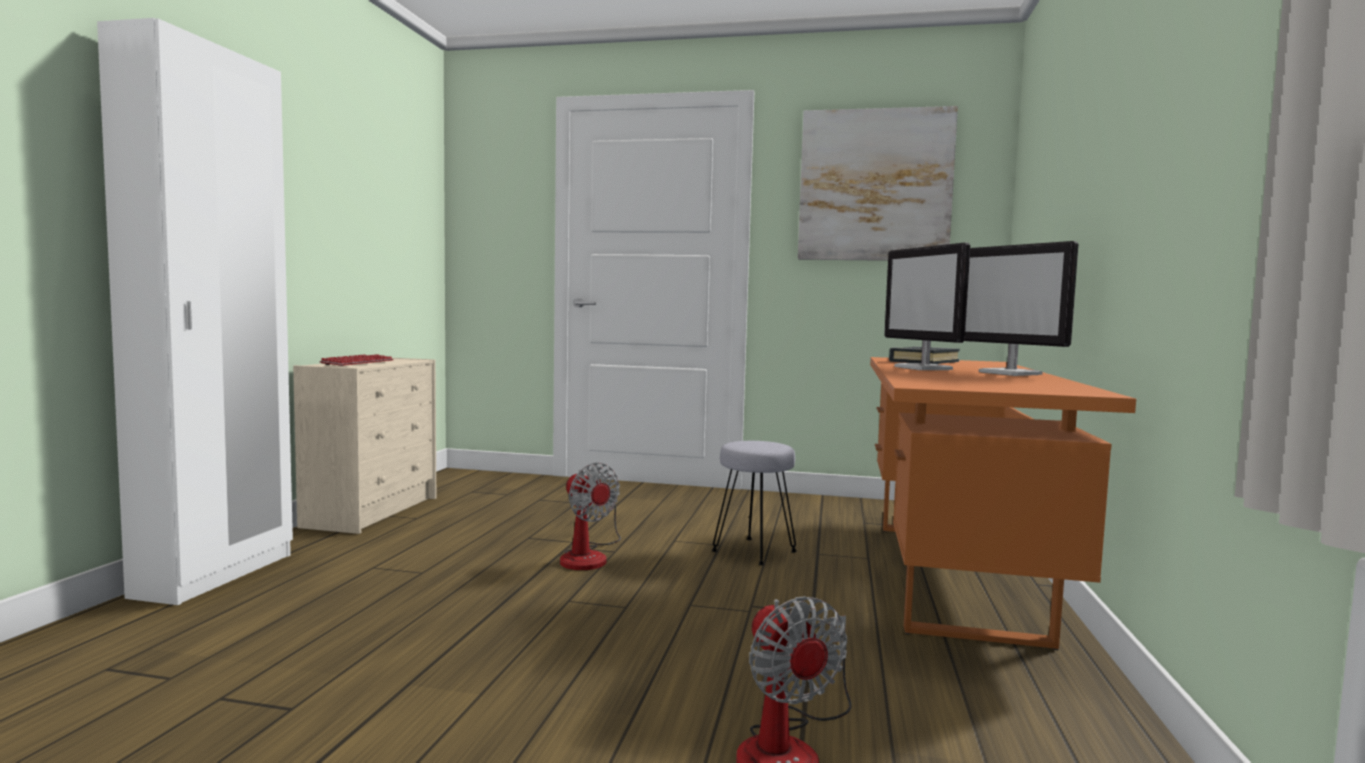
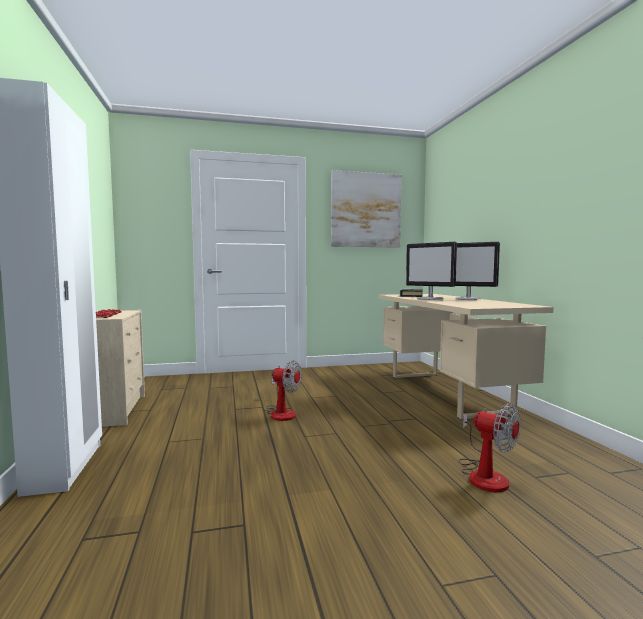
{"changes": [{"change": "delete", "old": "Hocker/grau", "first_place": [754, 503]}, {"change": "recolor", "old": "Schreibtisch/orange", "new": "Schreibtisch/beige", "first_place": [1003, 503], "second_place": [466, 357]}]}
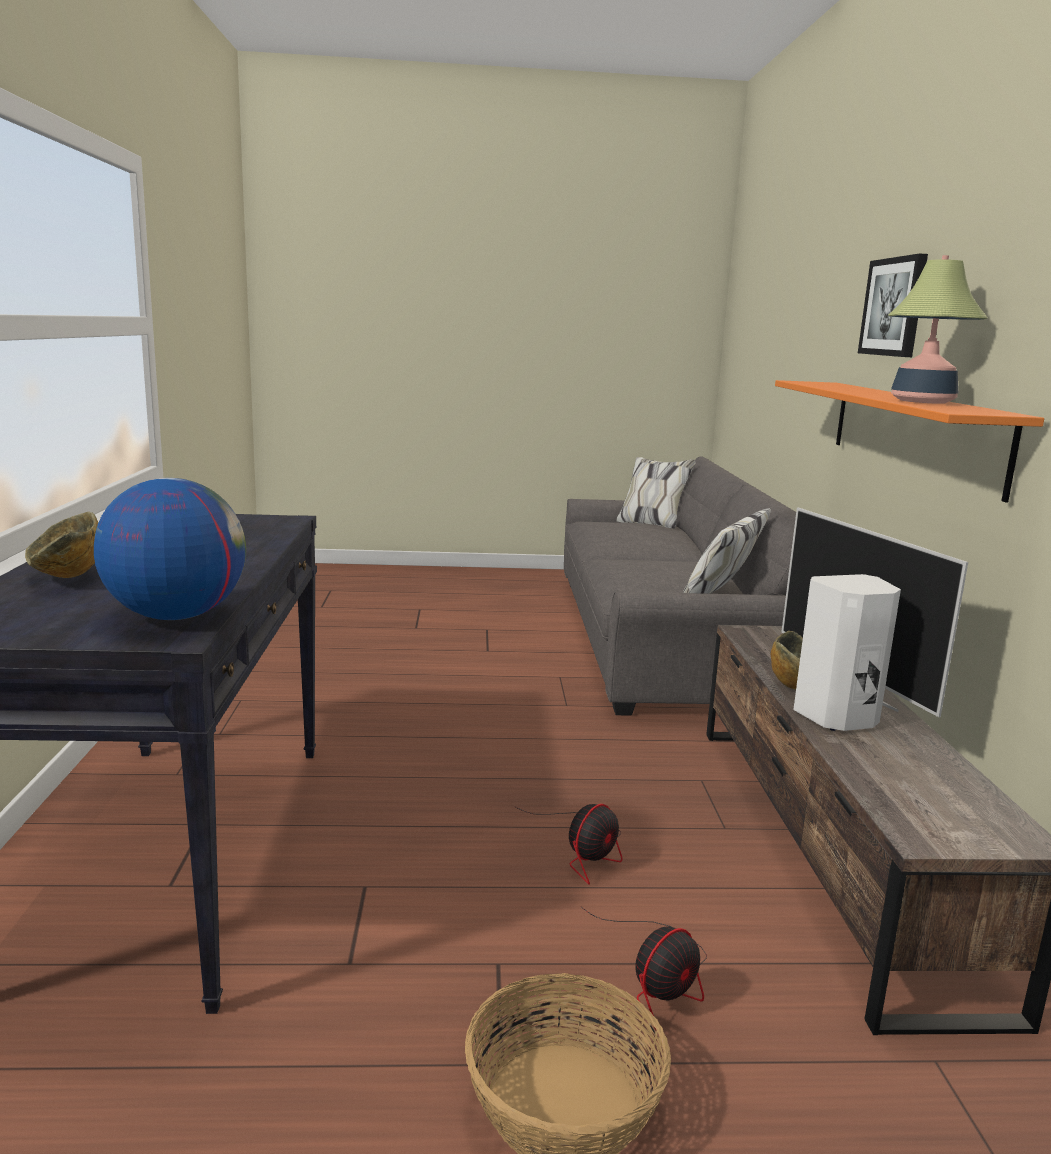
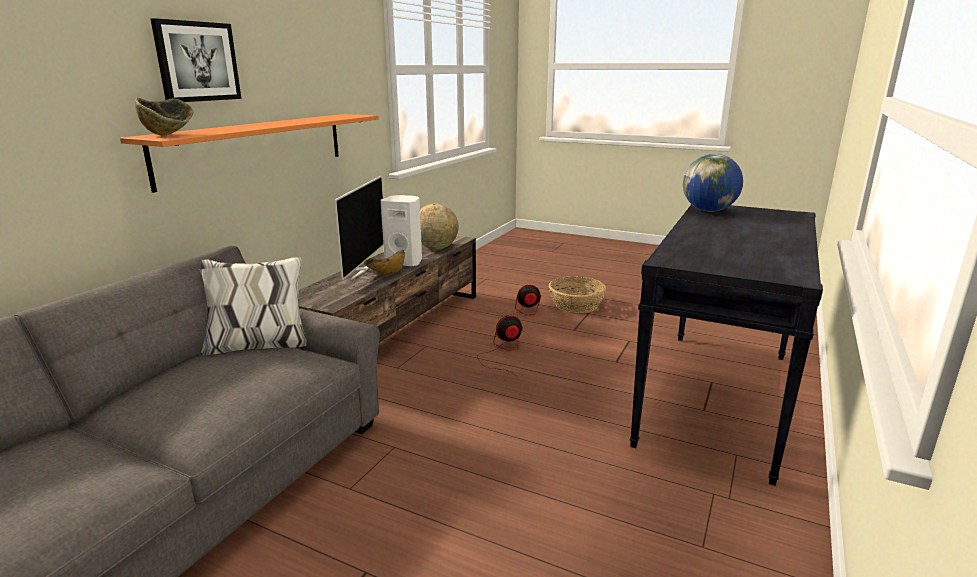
{"changes": [{"change": "move", "old": "Schüssel", "first_place": [61, 545], "second_place": [164, 117]}, {"change": "delete", "old": "Tischlampe", "first_place": [938, 329]}, {"change": "insert", "new": "Globus", "second_place": [439, 226]}]}
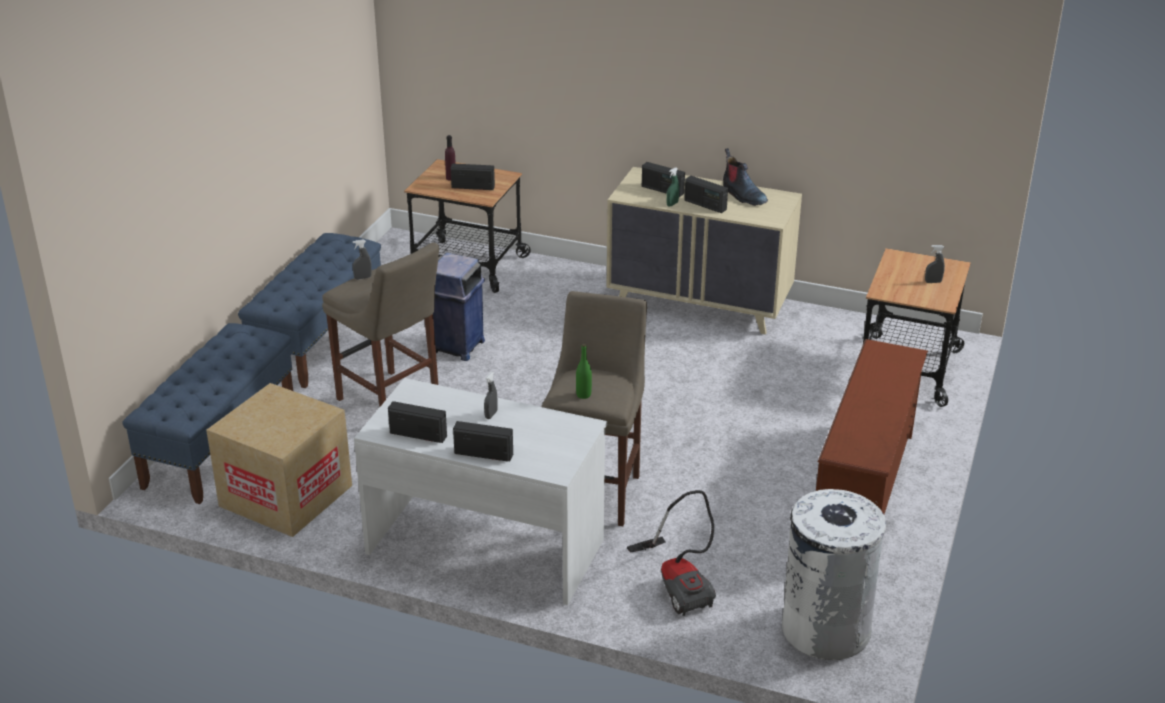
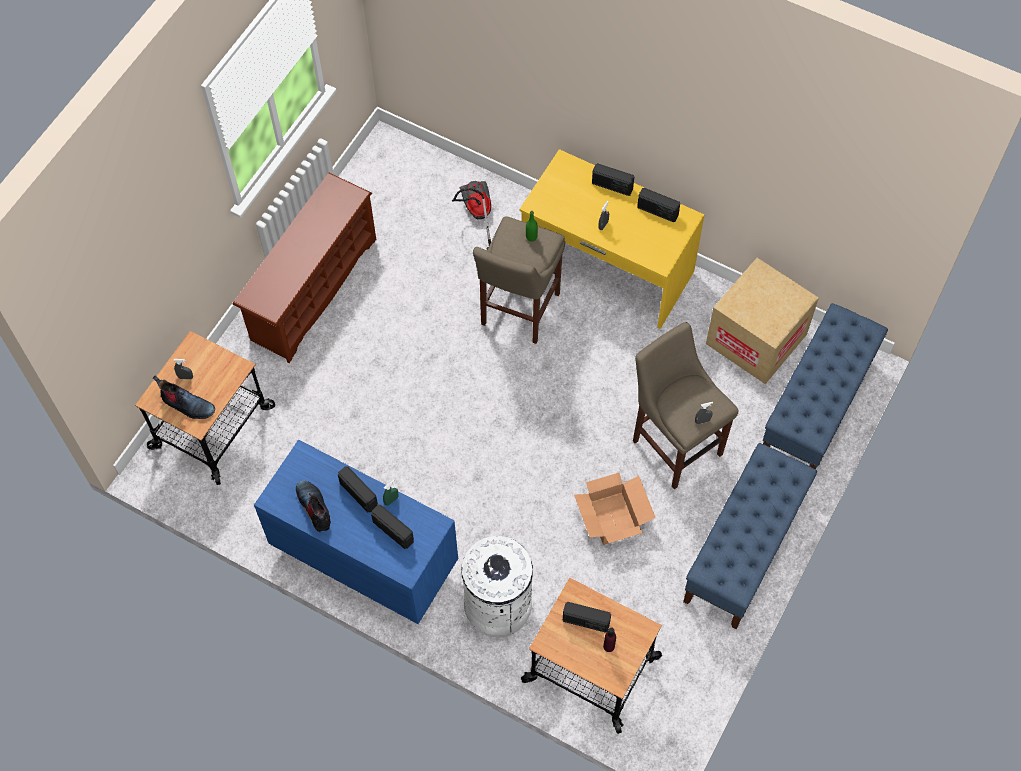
{"changes": [{"change": "recolor", "old": "Schreibtisch/weiß", "new": "Schreibtisch/gelb", "first_place": [480, 491], "second_place": [611, 239]}, {"change": "replace", "old": "Mülleimer/blau", "new": "Karton", "first_place": [459, 307], "second_place": [615, 508]}, {"change": "recolor", "old": "Kommode/beige", "new": "Kommode/blau", "first_place": [704, 251], "second_place": [356, 531]}, {"change": "move", "old": "Mülleimer/weiß", "first_place": [834, 574], "second_place": [497, 586]}, {"change": "insert", "new": "Stiefel", "second_place": [184, 397]}]}
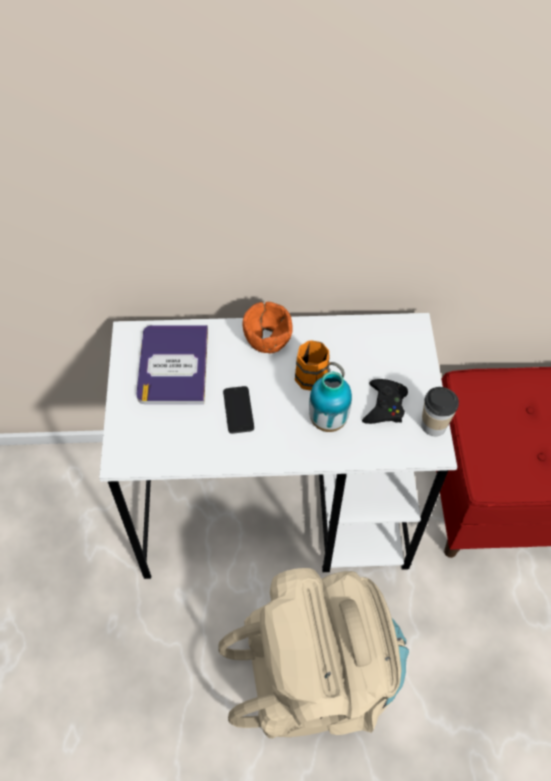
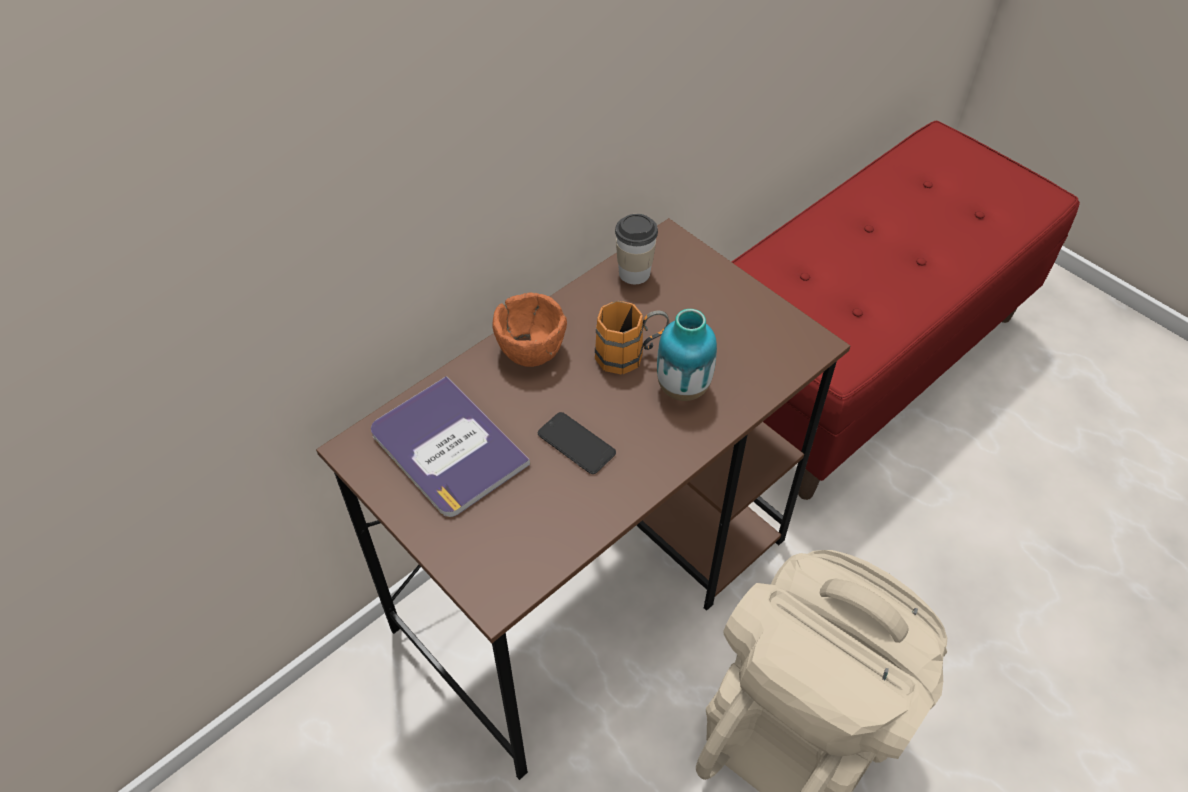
{"changes": [{"change": "recolor", "old": "Schreibtisch/weiß", "new": "Schreibtisch/braun", "first_place": [278, 446], "second_place": [583, 499]}, {"change": "delete", "old": "Gamepad/schwarz", "first_place": [385, 401]}, {"change": "move", "old": "Tasse", "first_place": [440, 411], "second_place": [636, 249]}]}
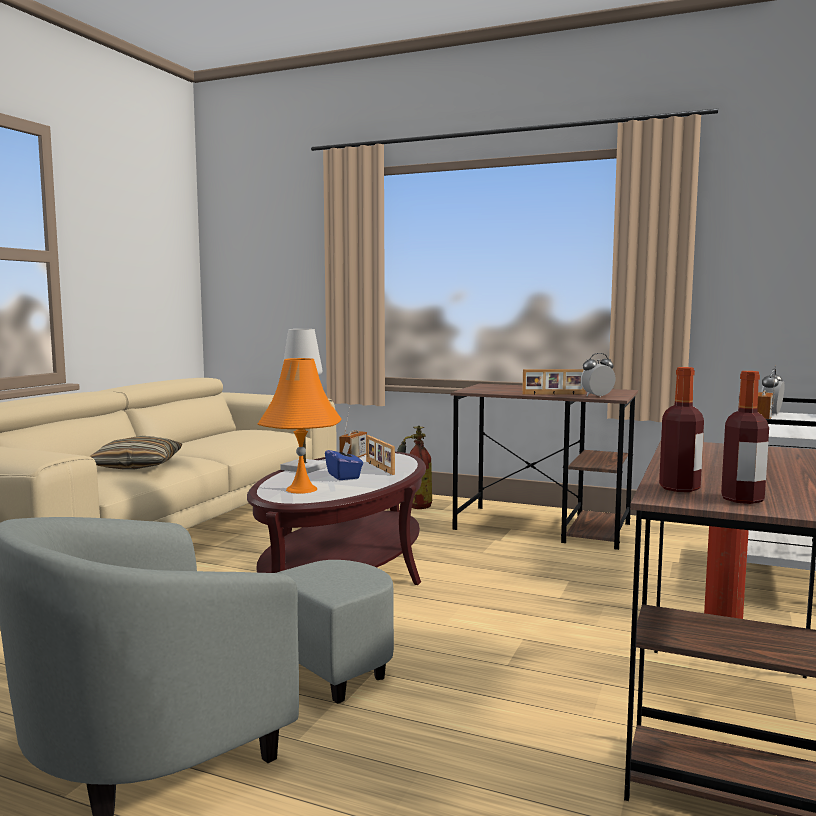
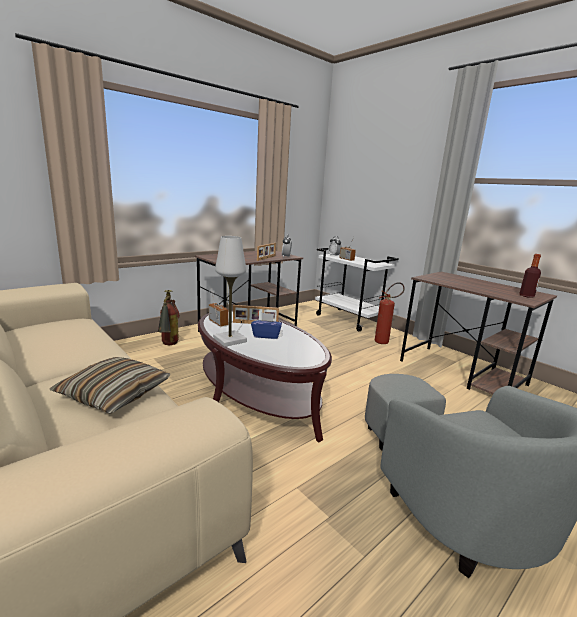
{"changes": [{"change": "delete", "old": "Tischlampe/orange", "first_place": [299, 426]}, {"change": "delete", "old": "Flasche", "first_place": [681, 429]}]}
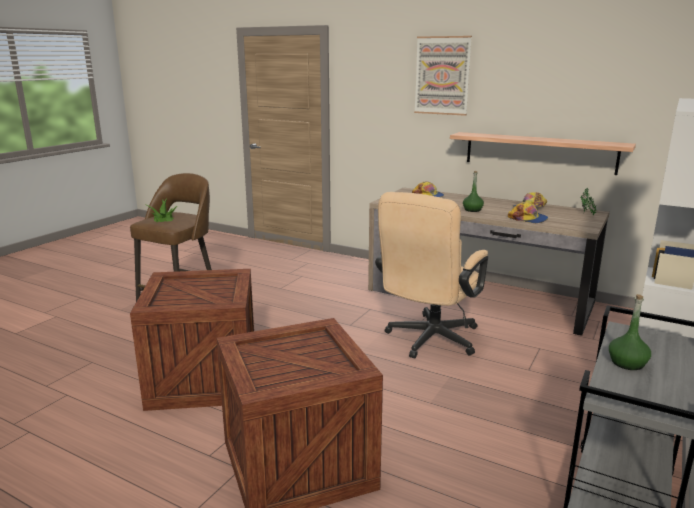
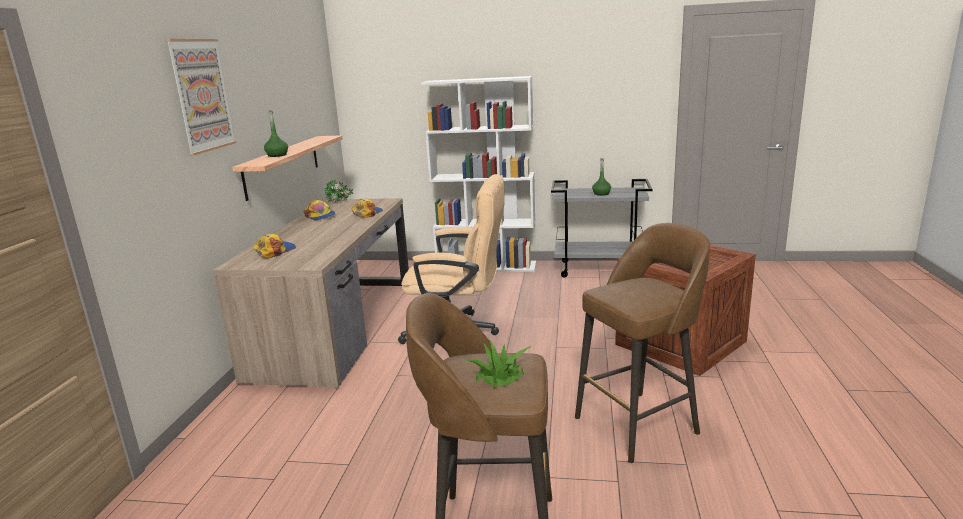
{"changes": [{"change": "replace", "old": "Kiste", "new": "Hocker/braun", "first_place": [192, 340], "second_place": [642, 343]}, {"change": "move", "old": "Flasche/grün", "first_place": [473, 191], "second_place": [276, 133]}]}
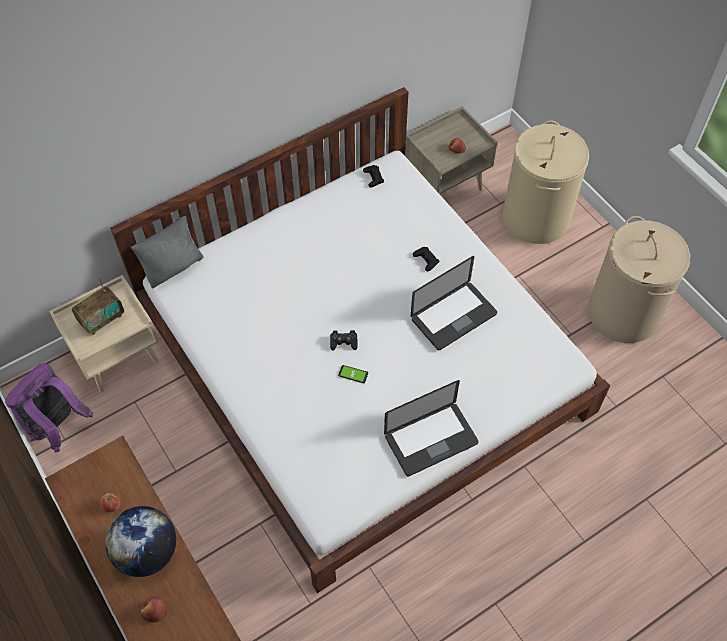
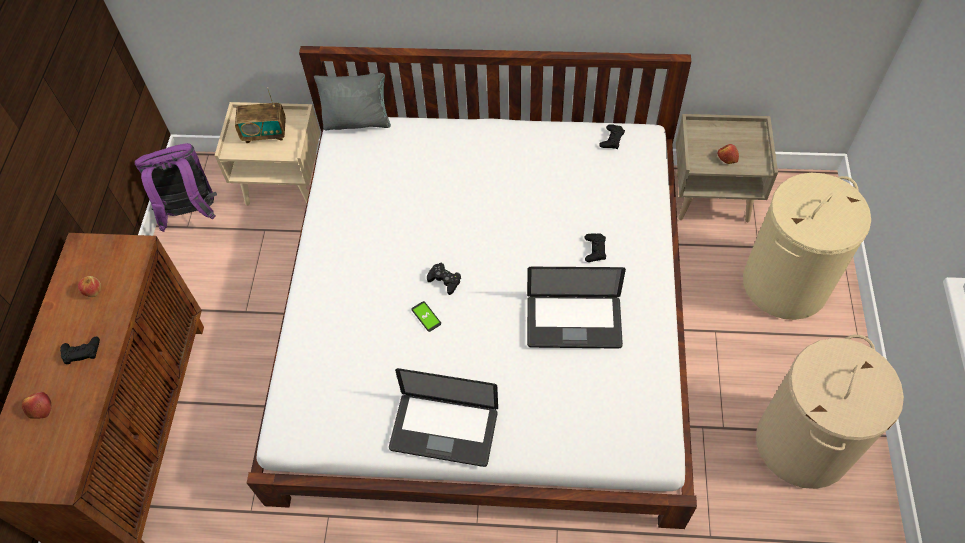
{"changes": [{"change": "replace", "old": "Globus", "new": "Gamepad/schwarz", "first_place": [140, 541], "second_place": [80, 350]}]}
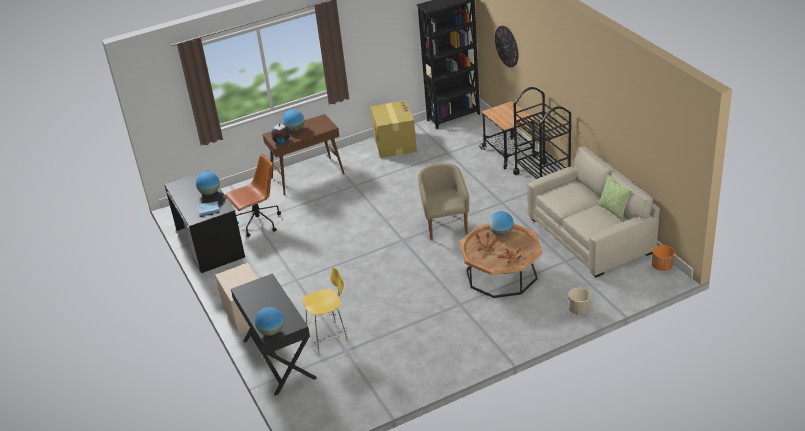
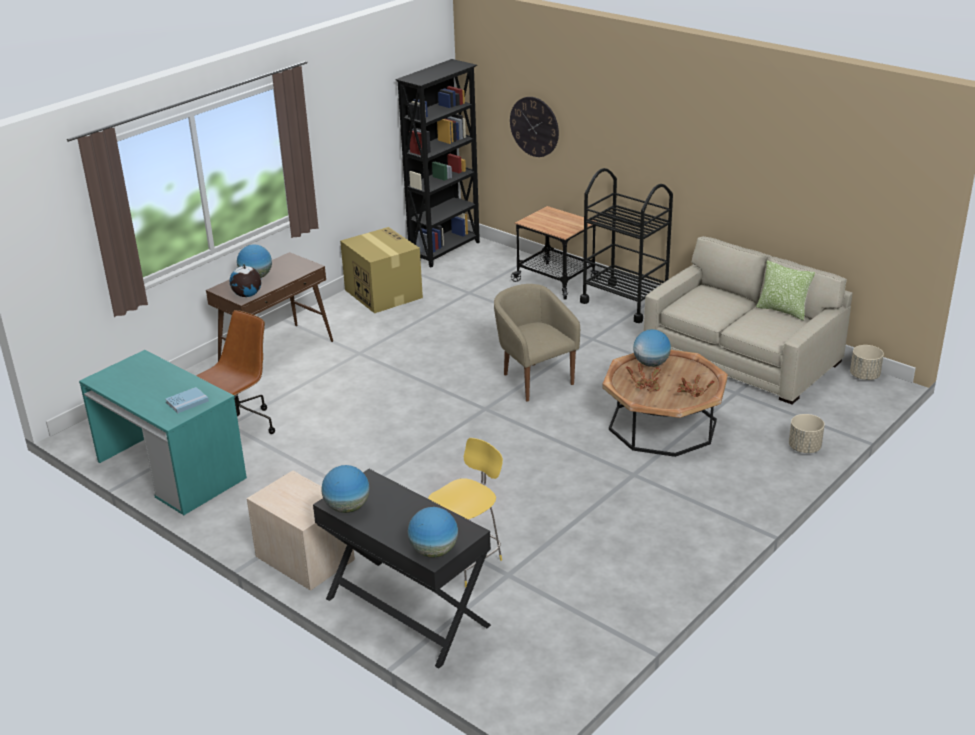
{"changes": [{"change": "recolor", "old": "Schreibtisch/schwarz", "new": "Schreibtisch/türkis", "first_place": [204, 221], "second_place": [163, 432]}, {"change": "move", "old": "Globus", "first_place": [208, 183], "second_place": [345, 489]}, {"change": "recolor", "old": "Pflanzkübel/orange", "new": "Pflanzkübel/beige", "first_place": [663, 258], "second_place": [867, 362]}]}
